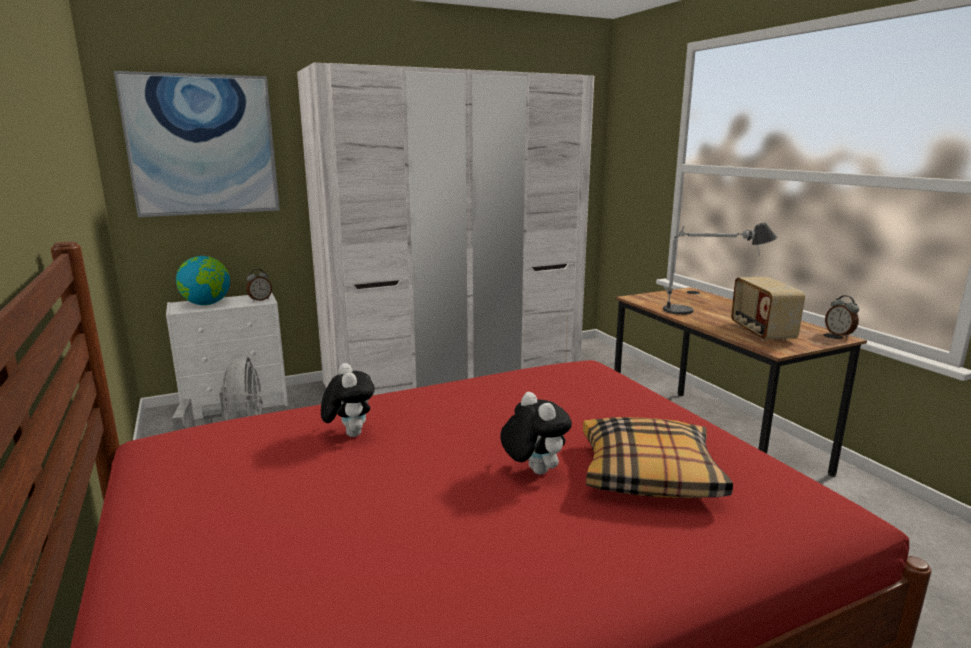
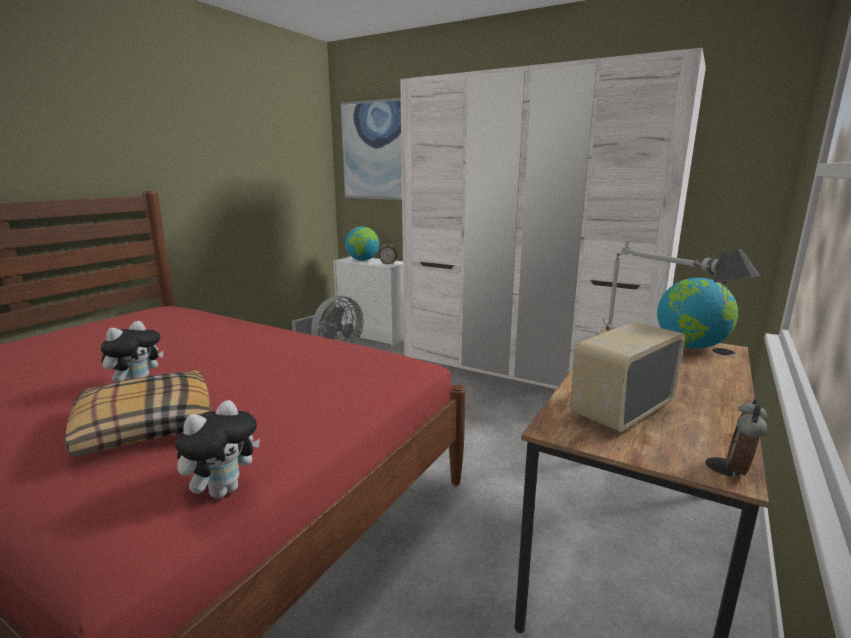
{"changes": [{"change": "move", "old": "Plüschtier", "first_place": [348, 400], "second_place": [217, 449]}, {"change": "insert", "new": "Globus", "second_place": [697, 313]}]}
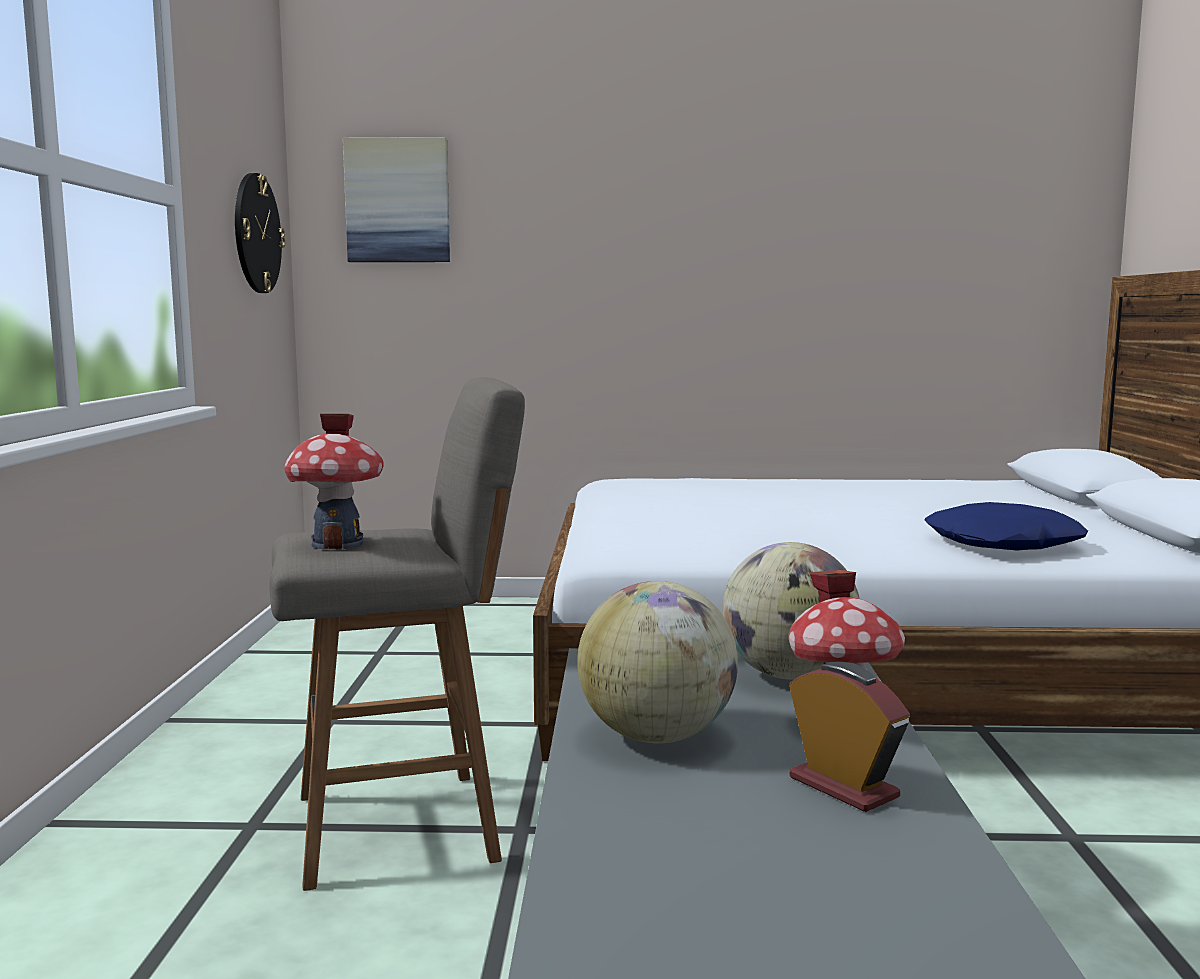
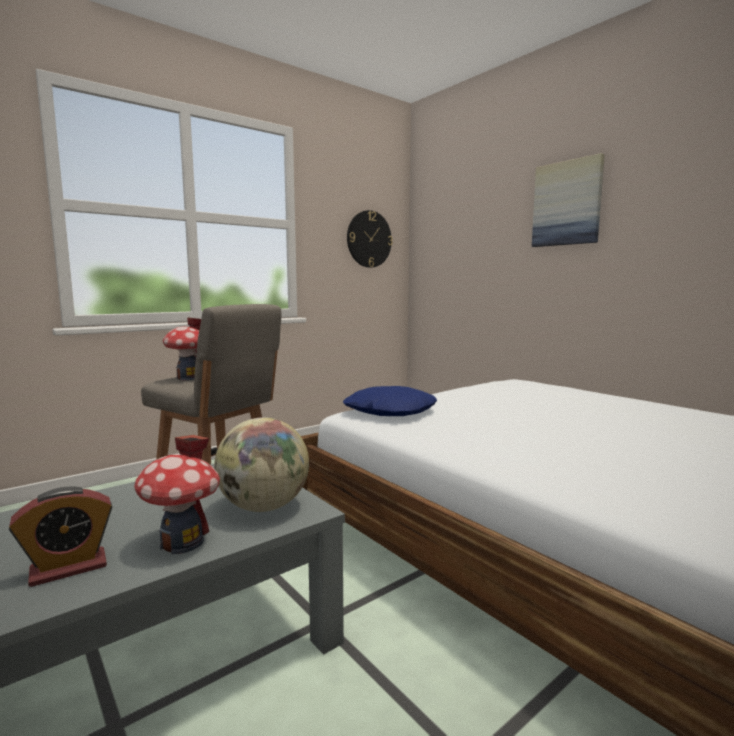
{"changes": [{"change": "move", "old": "Bild", "first_place": [396, 199], "second_place": [568, 200]}, {"change": "delete", "old": "Globus", "first_place": [657, 662]}, {"change": "rotate", "old": "Wecker", "first_place": [849, 737], "second_place": [60, 537], "degrees": 45}, {"change": "move", "old": "Kissen/blau", "first_place": [1006, 526], "second_place": [390, 401]}]}
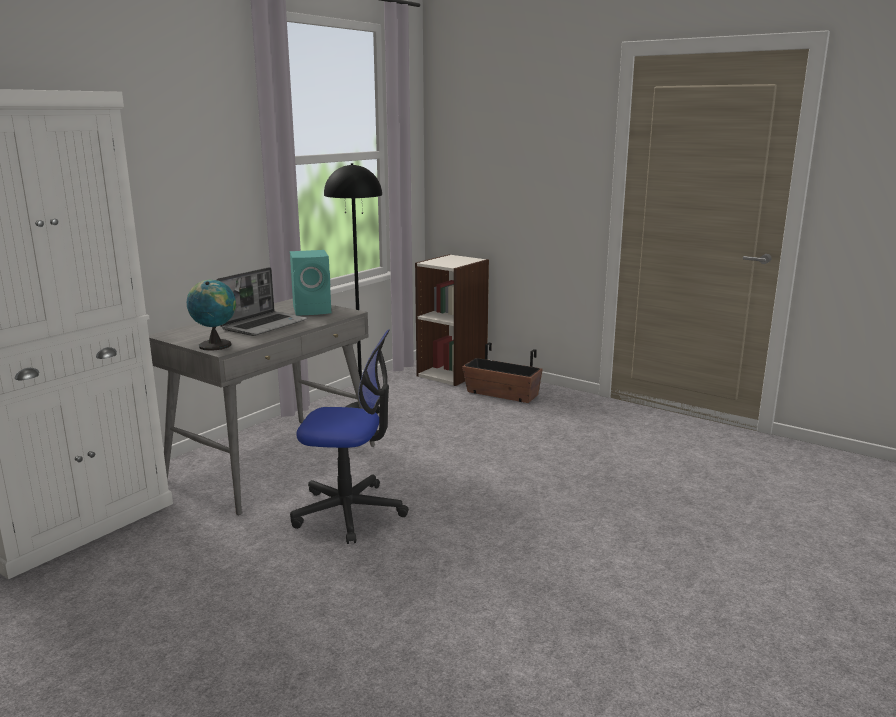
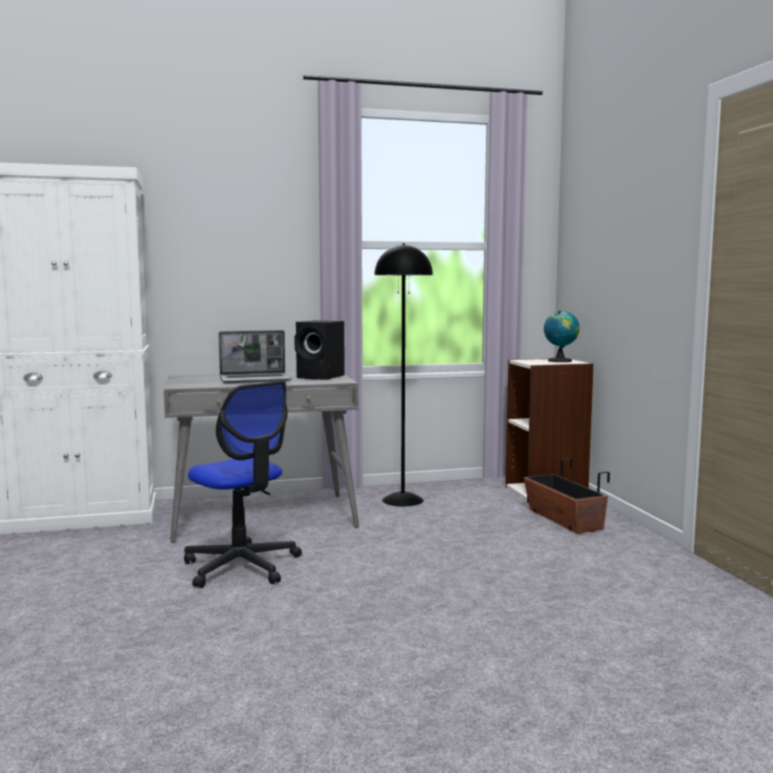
{"changes": [{"change": "move", "old": "Globus", "first_place": [211, 315], "second_place": [562, 336]}, {"change": "recolor", "old": "Lautsprecher/türkis", "new": "Lautsprecher/schwarz", "first_place": [310, 282], "second_place": [319, 350]}]}
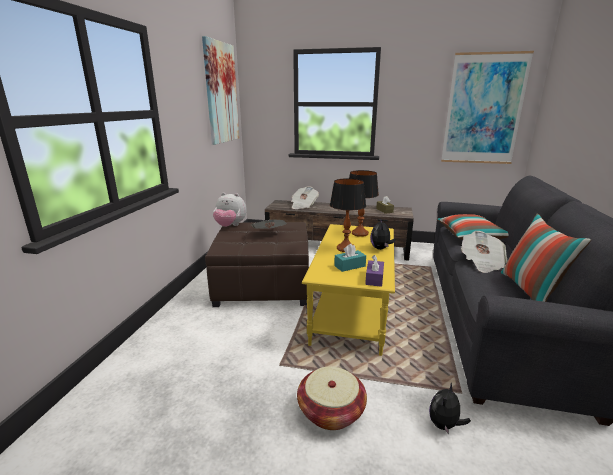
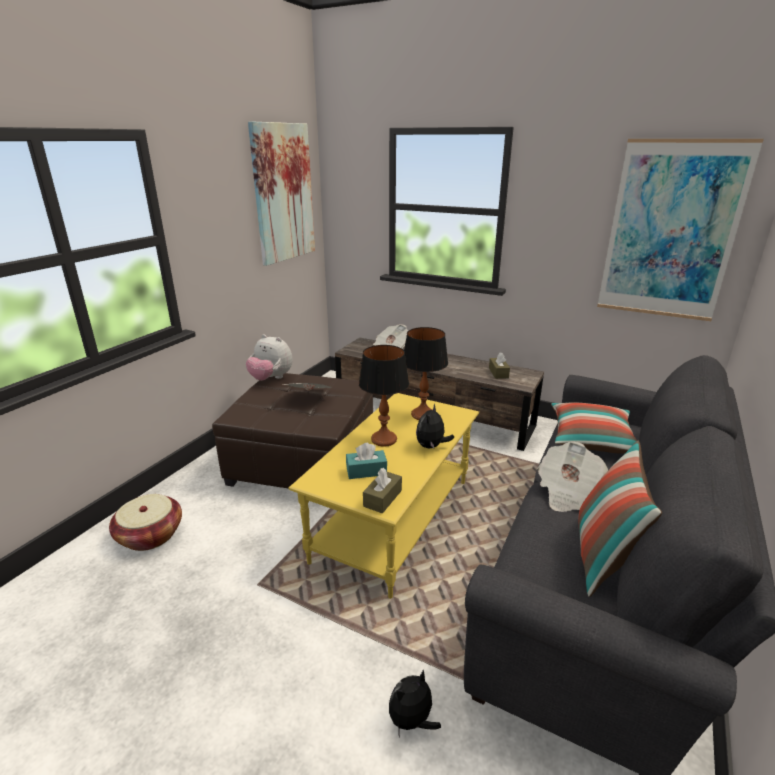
{"changes": [{"change": "move", "old": "Korb", "first_place": [332, 398], "second_place": [145, 522]}, {"change": "recolor", "old": "Taschentuchbox/lila", "new": "Taschentuchbox/braun", "first_place": [374, 271], "second_place": [382, 490]}]}
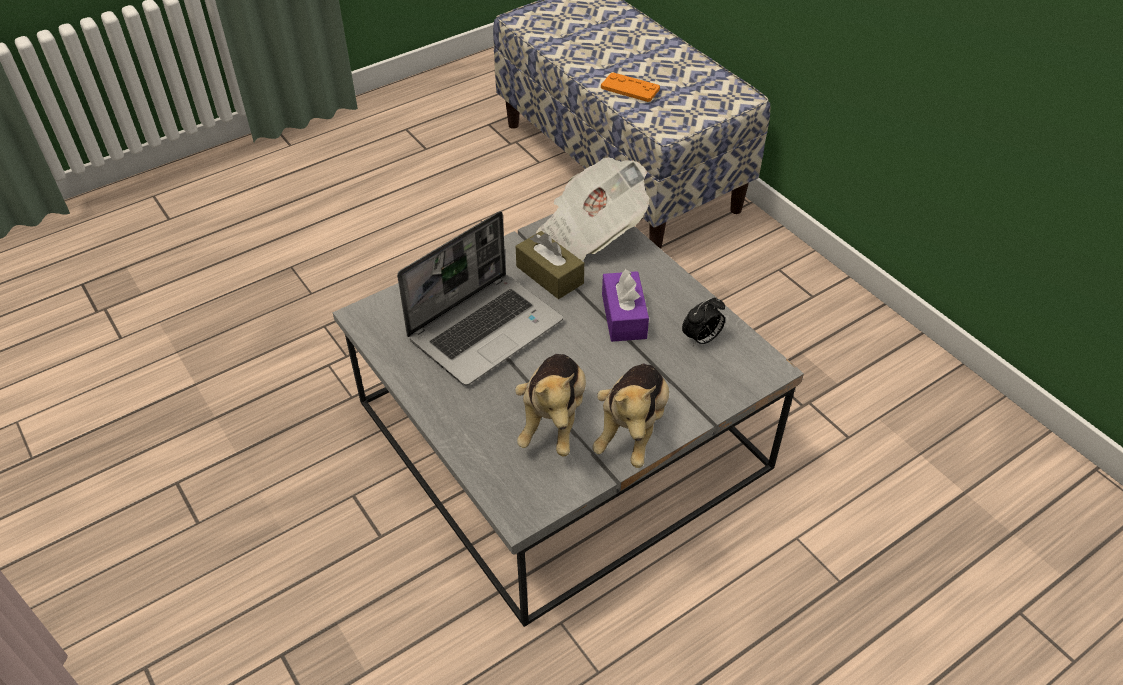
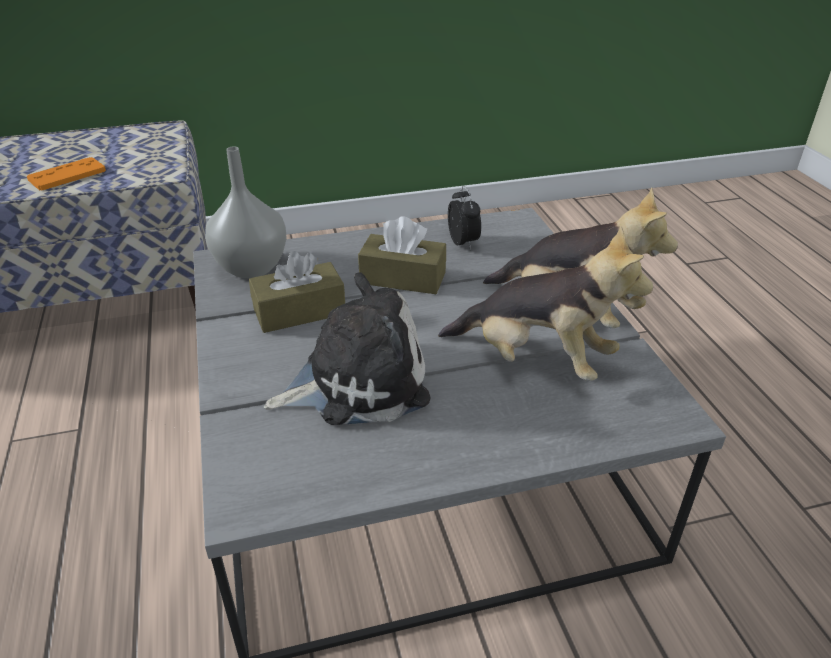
{"changes": [{"change": "replace", "old": "Laptop", "new": "Plüschtier", "first_place": [480, 298], "second_place": [347, 348]}, {"change": "replace", "old": "Zeitung", "new": "Vase/grau", "first_place": [593, 209], "second_place": [246, 212]}, {"change": "recolor", "old": "Taschentuchbox/lila", "new": "Taschentuchbox/braun", "first_place": [625, 305], "second_place": [402, 255]}]}
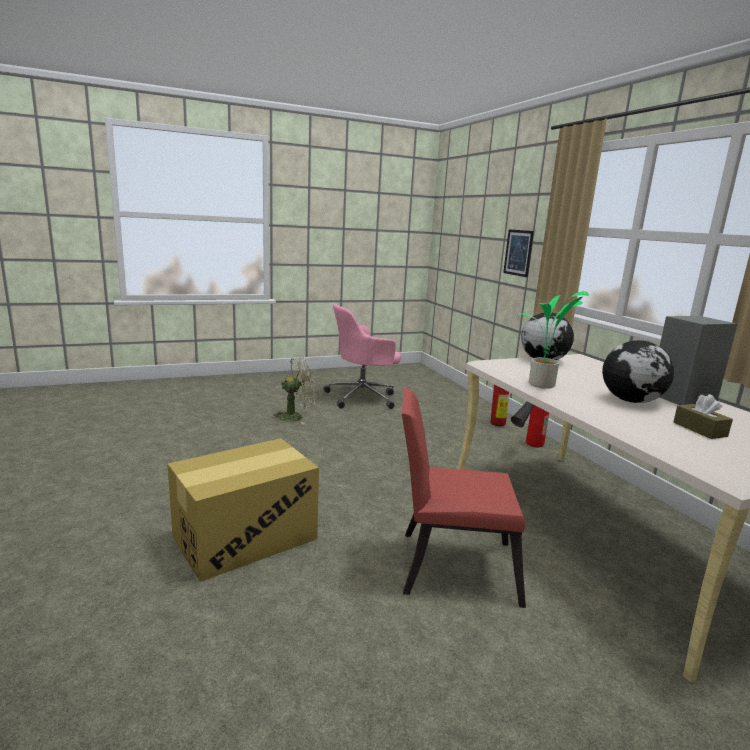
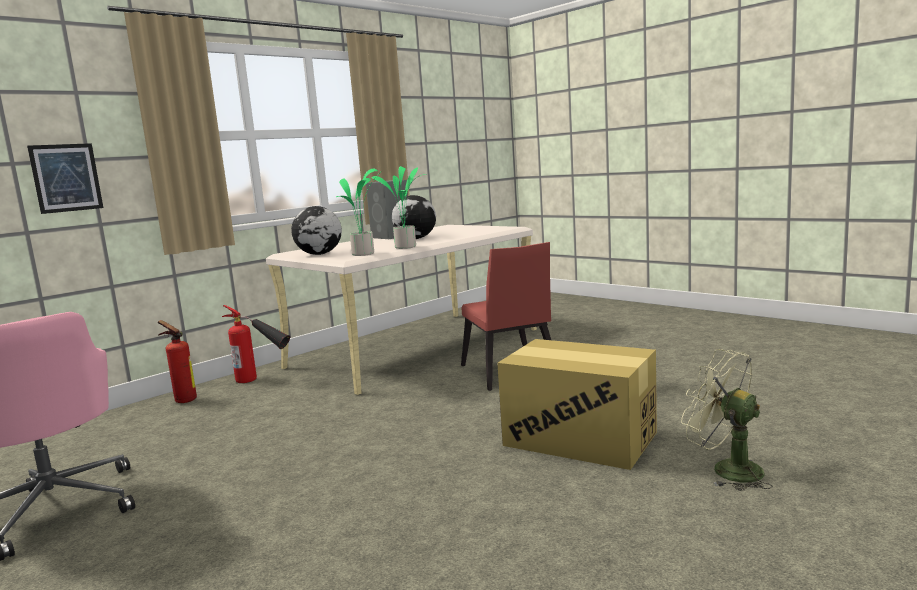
{"changes": [{"change": "move", "old": "Ventilator/grün", "first_place": [293, 390], "second_place": [727, 420]}, {"change": "delete", "old": "Taschentuchbox/braun", "first_place": [703, 416]}, {"change": "insert", "new": "Topfpflanze", "second_place": [357, 212]}]}
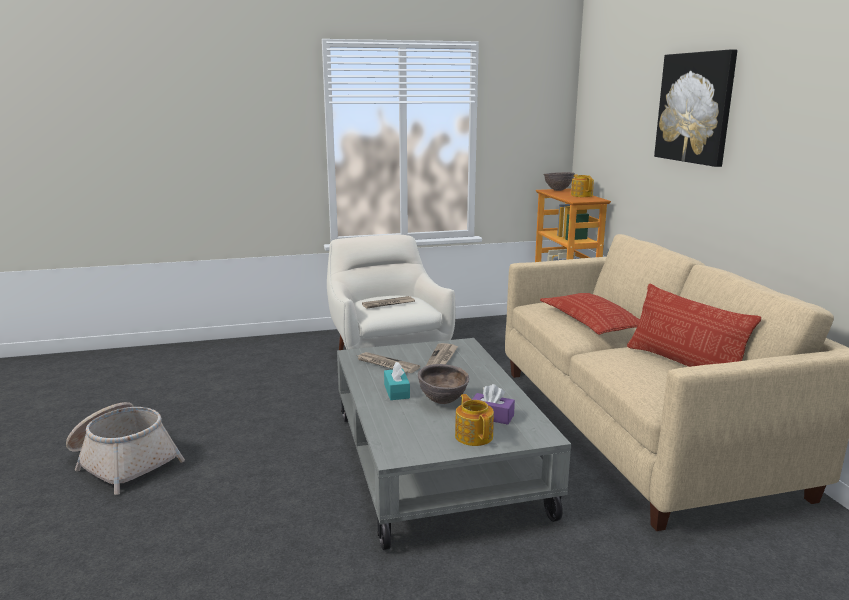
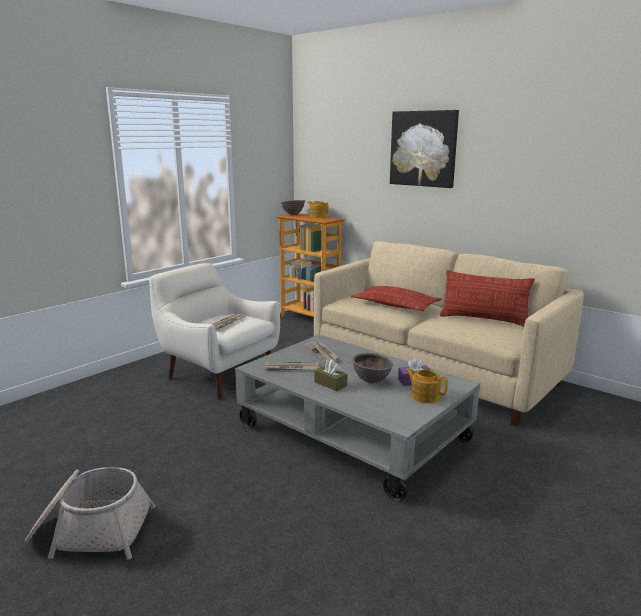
{"changes": [{"change": "recolor", "old": "Taschentuchbox/türkis", "new": "Taschentuchbox/braun", "first_place": [397, 381], "second_place": [330, 375]}]}
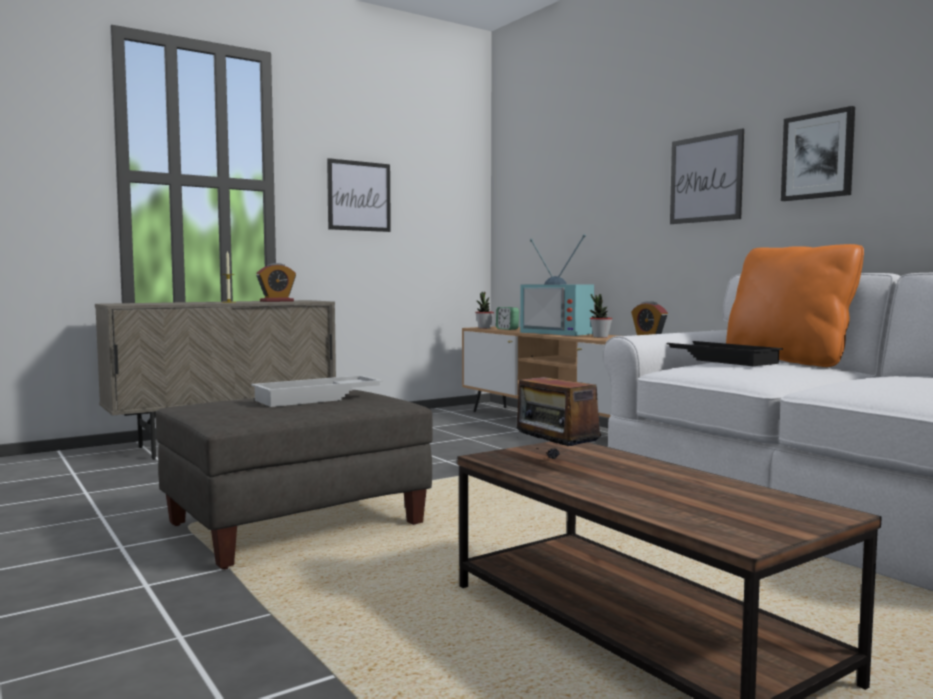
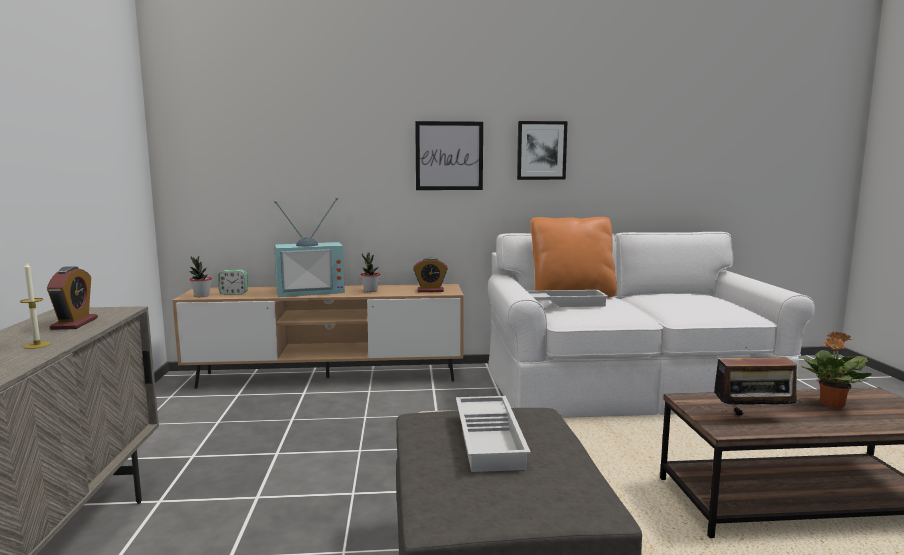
{"changes": [{"change": "delete", "old": "Bild", "first_place": [359, 195]}, {"change": "recolor", "old": "Tablett/schwarz", "new": "Tablett/weiß", "first_place": [725, 353], "second_place": [568, 298]}, {"change": "insert", "new": "Topfpflanze", "second_place": [836, 369]}]}
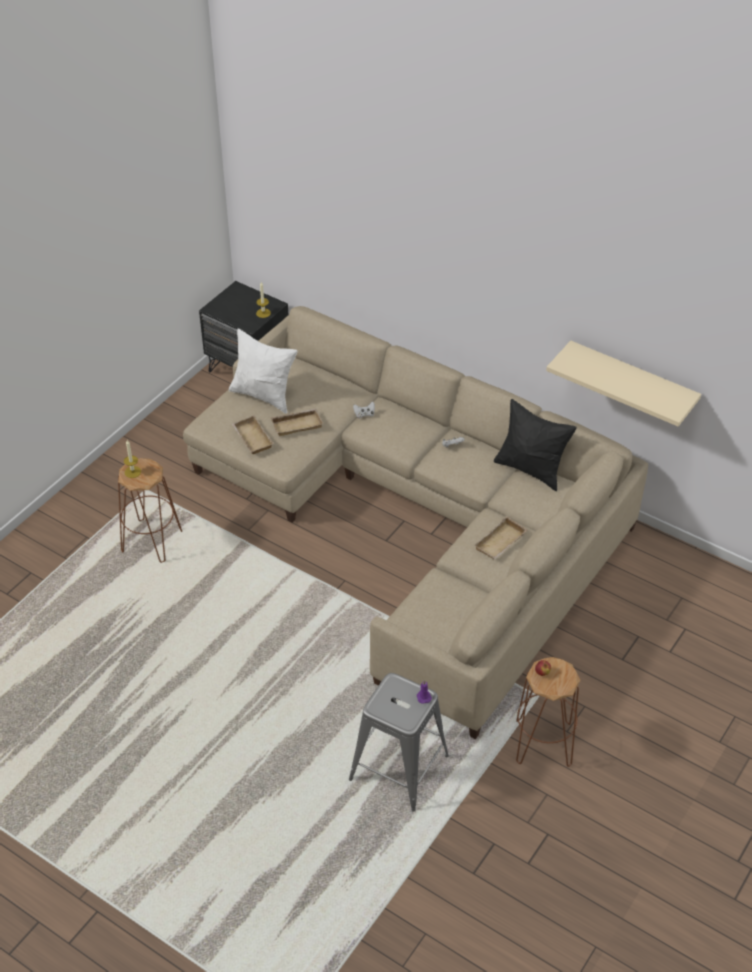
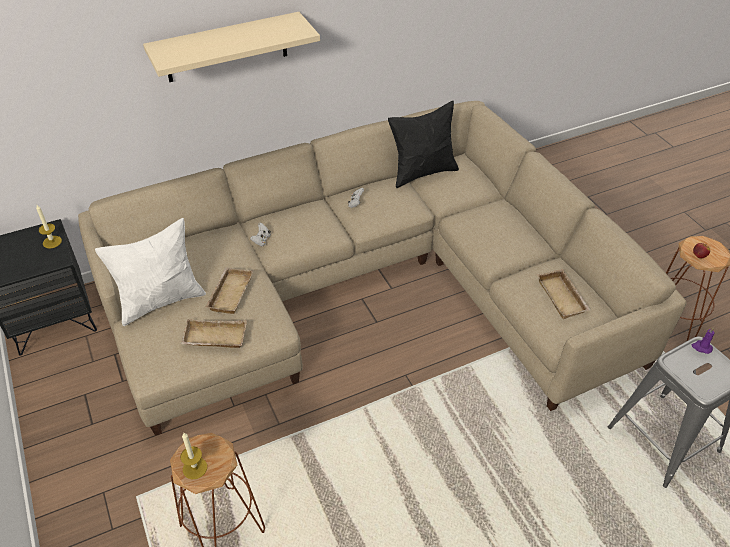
{"changes": [{"change": "move", "old": "Tablett/beige", "first_place": [501, 538], "second_place": [563, 294]}, {"change": "move", "old": "Wandregal/beige", "first_place": [623, 384], "second_place": [231, 47]}]}
